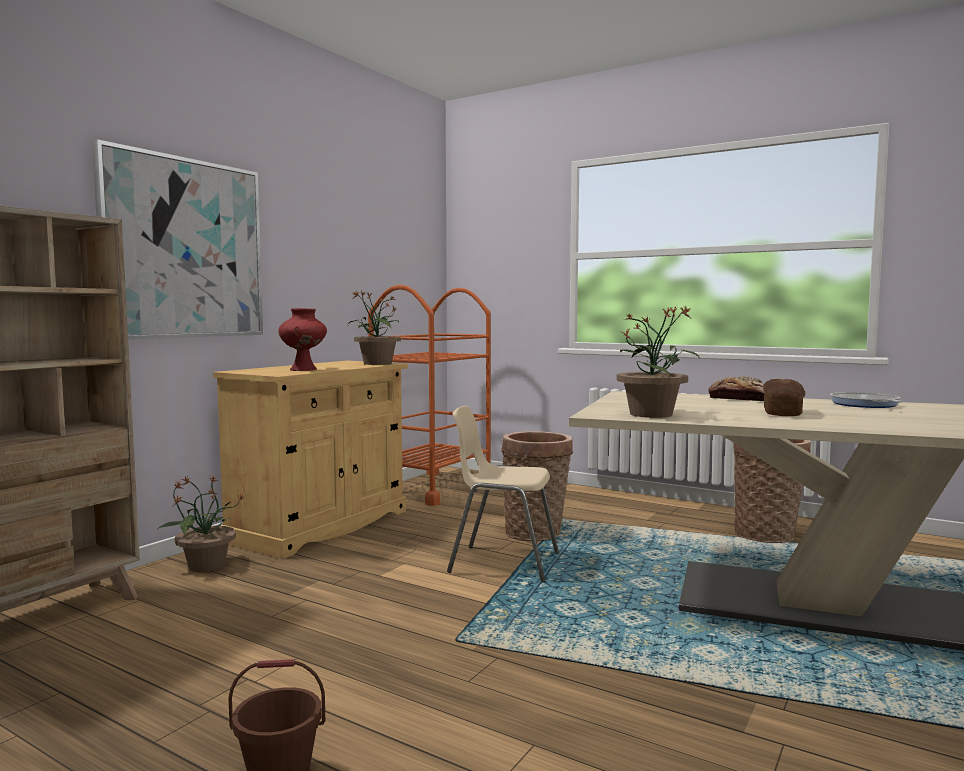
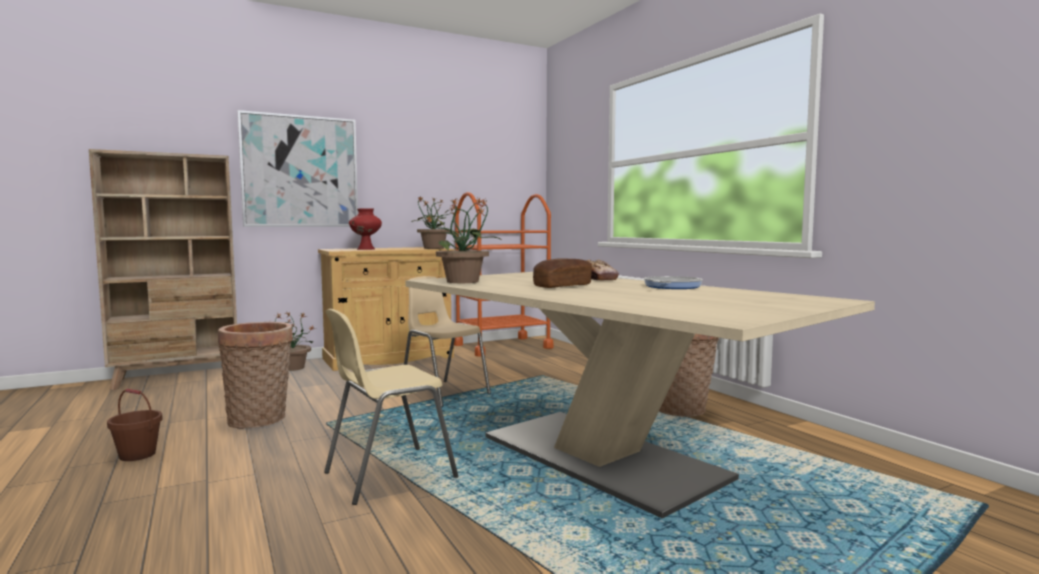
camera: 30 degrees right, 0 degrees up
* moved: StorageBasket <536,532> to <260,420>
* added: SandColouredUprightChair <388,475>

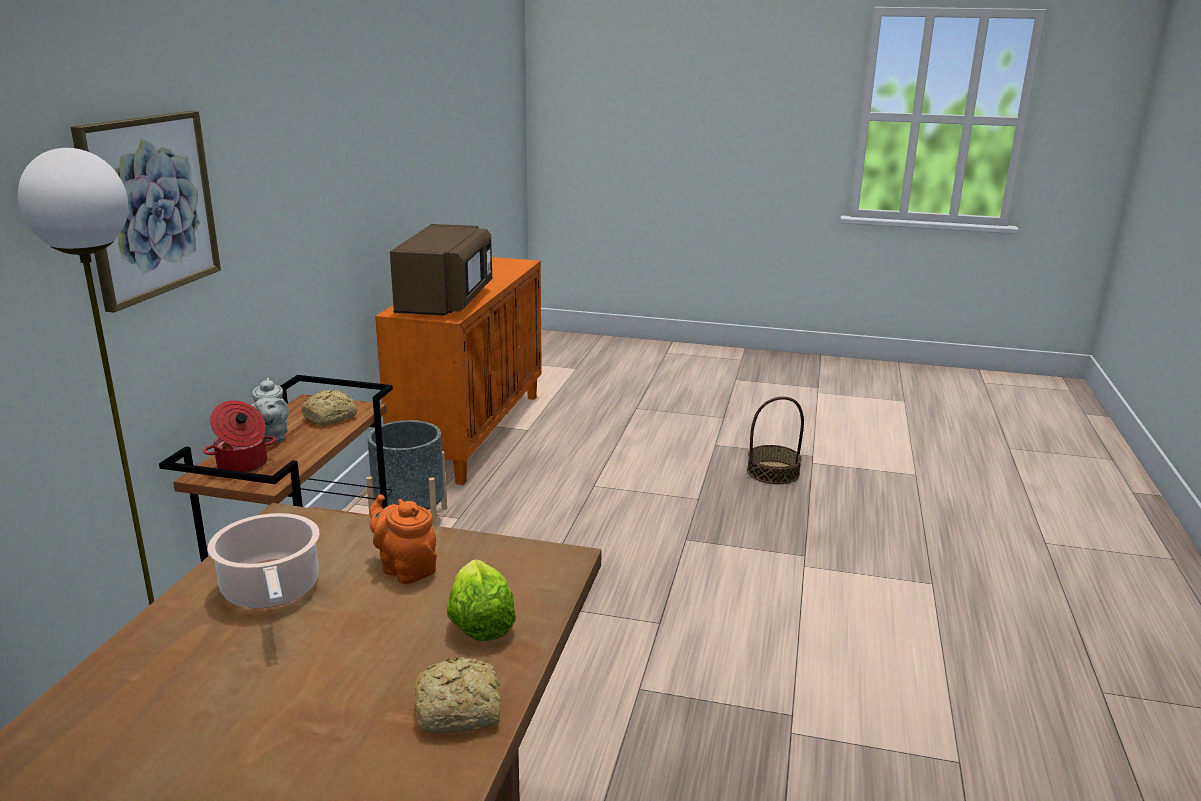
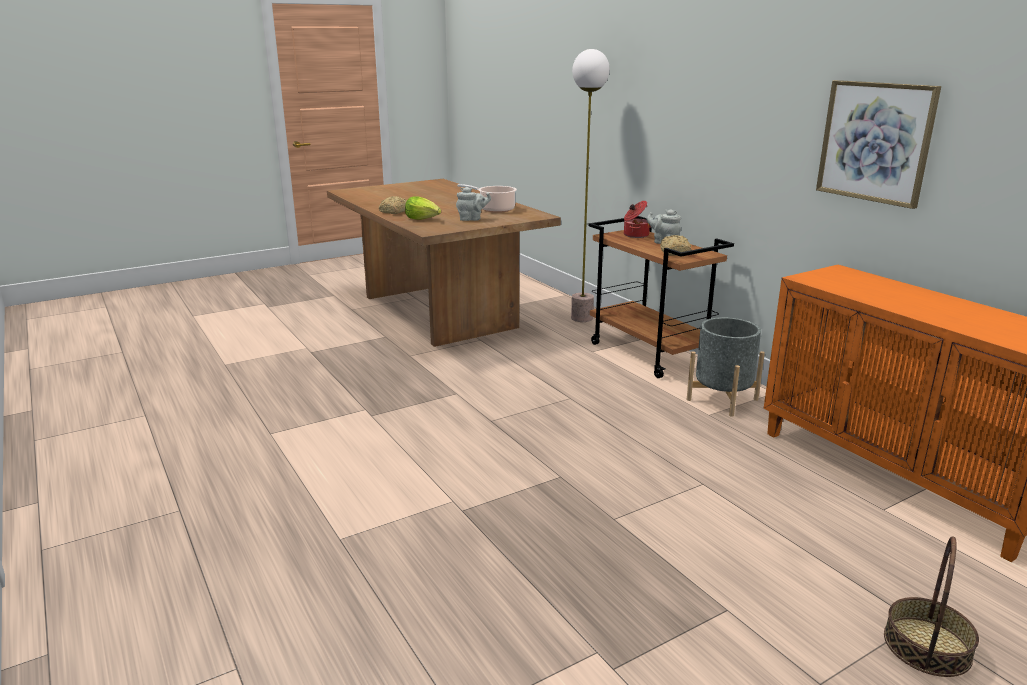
camera: 135 degrees right, 0 degrees up
* moved: Picture <149,206> to <875,142>
* recoloured: OrangeyTeapot <405,569> to GreyTeapot <472,219>
* removed: BrownColouredMicrowave <446,301>
* moved: StorageBasket <773,472> to <927,646>

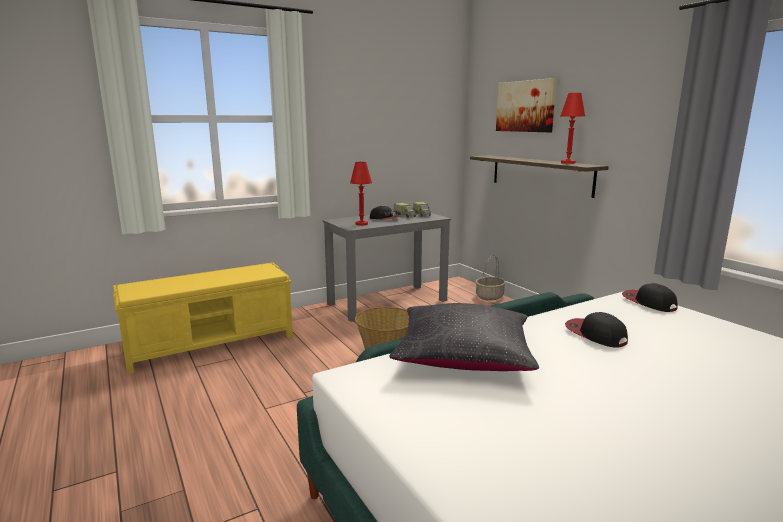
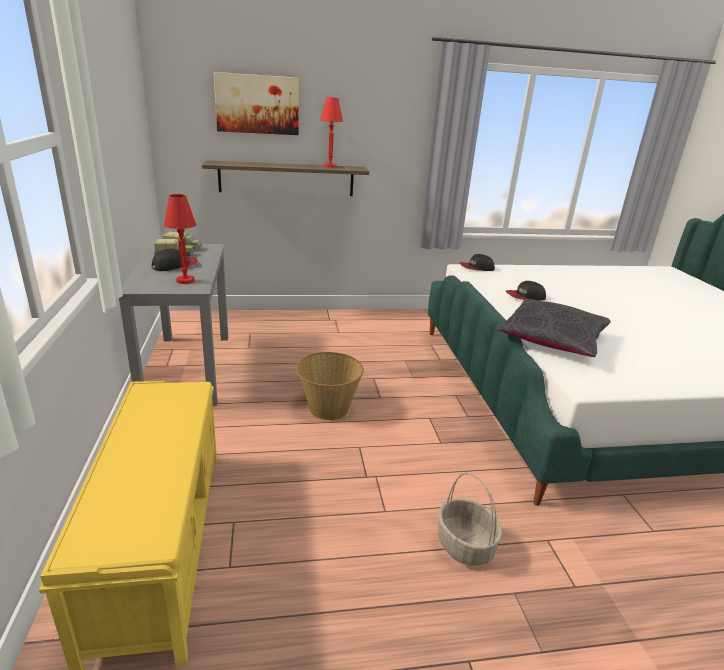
camera: 70 degrees left, 10 degrees up
* moved: StorageBasket <489,296> to <464,545>

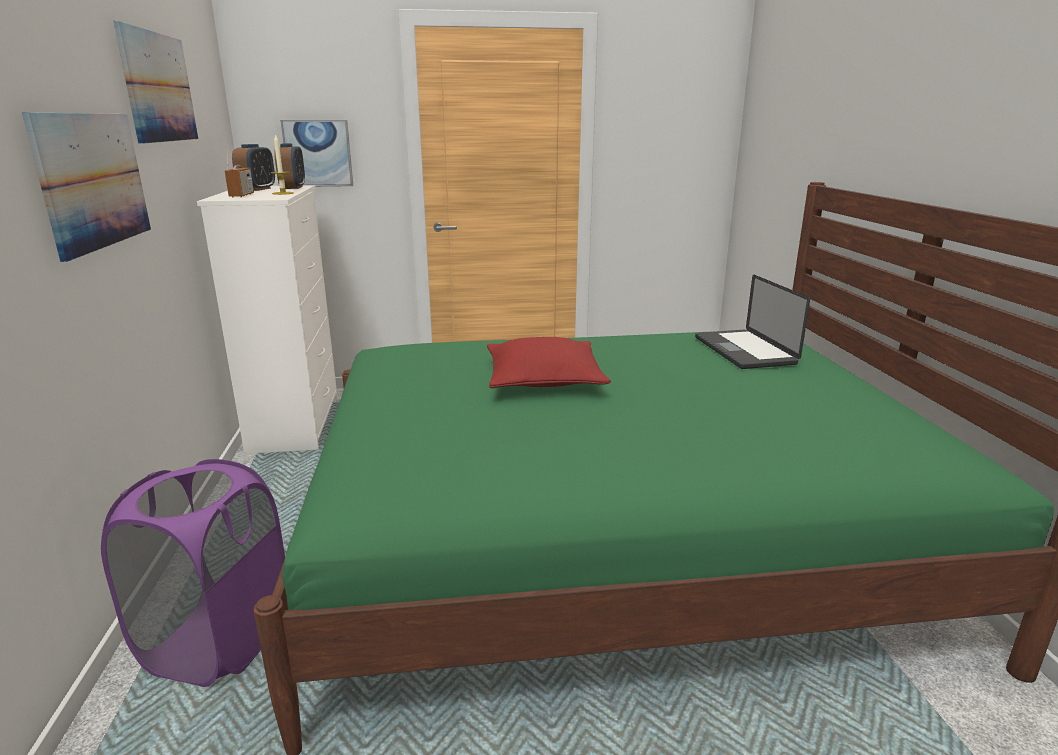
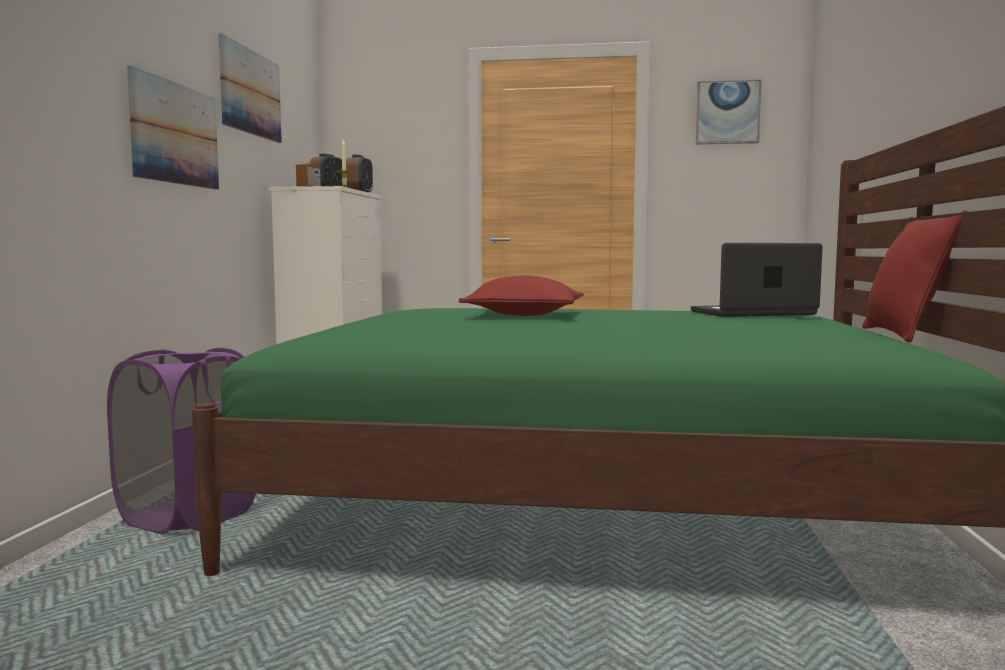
camera: 15 degrees right, 15 degrees down
* moved: Picture <318,153> to <727,112>
* turned: PortableComputer <744,351> = <753,313> 75 degrees clockwise
* added: RedThrowPillow <903,335>

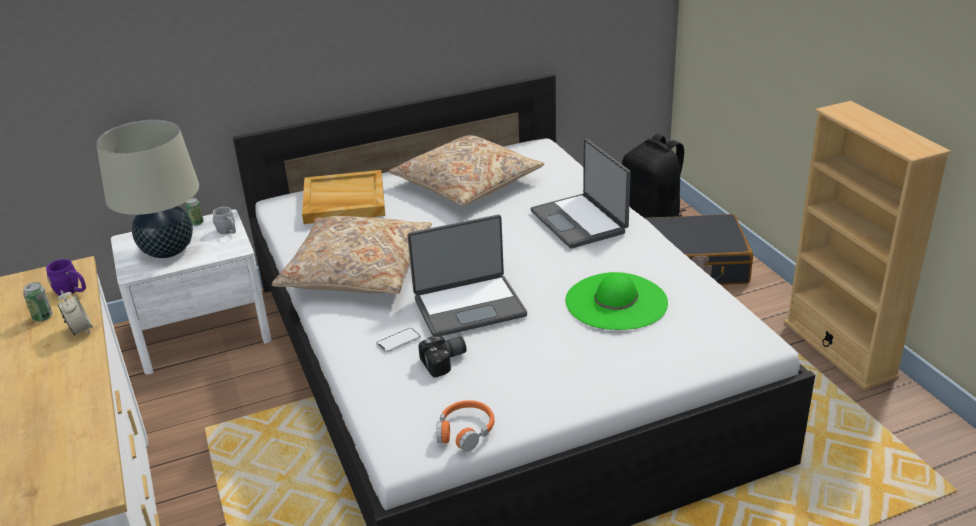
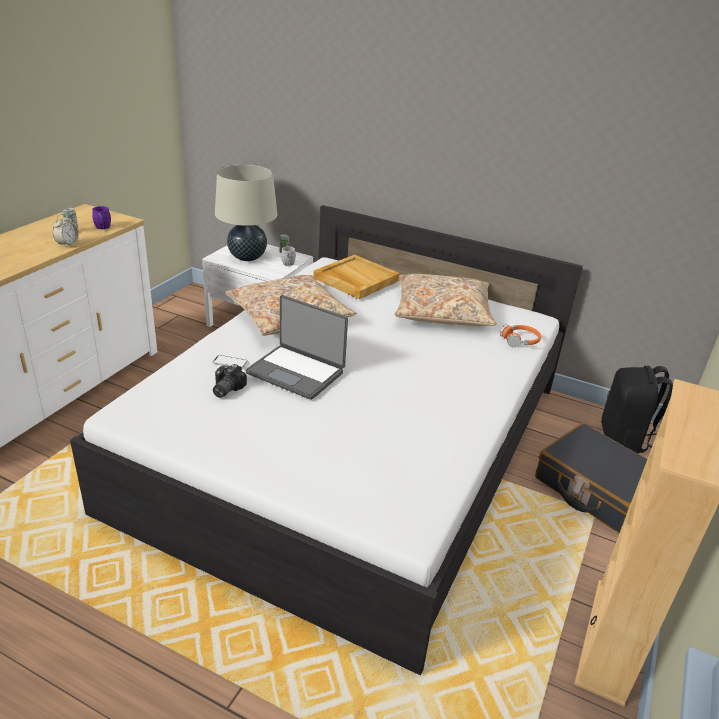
camera: 45 degrees right, 0 degrees up
* turned: PhotoCamera <445,362> = <225,389> 90 degrees clockwise
* moved: OrangeyHeadphones <465,431> to <520,340>
* removed: PortableComputer <580,222>
* removed: GreenishWearableHat <616,301>

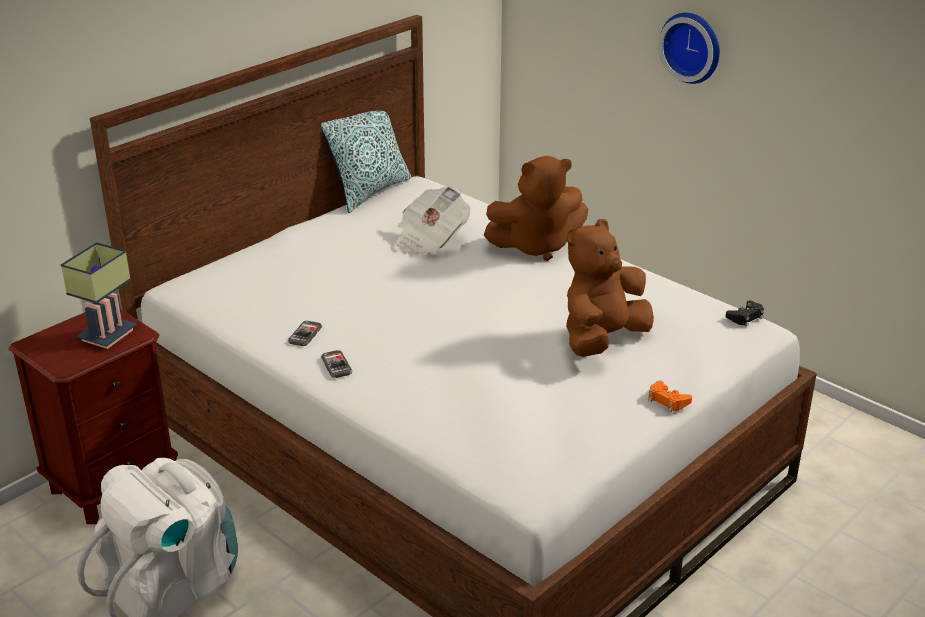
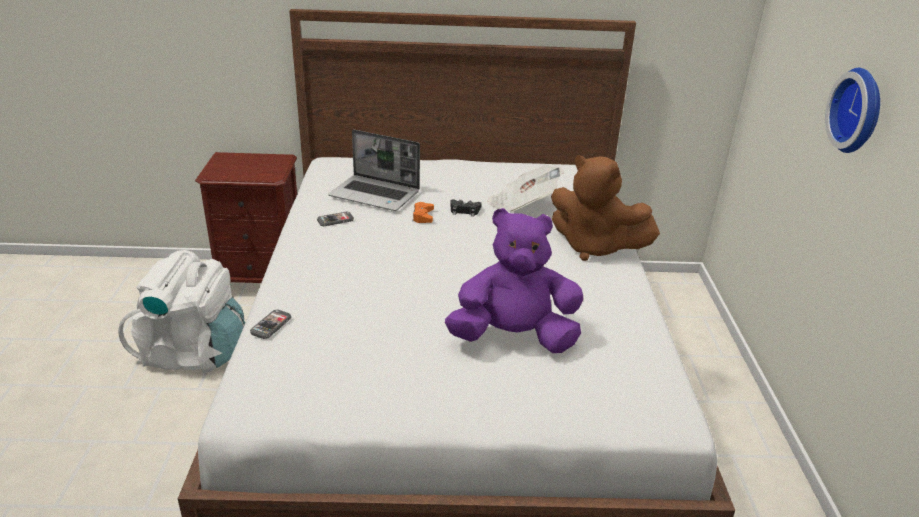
camera: 45 degrees right, 0 degrees up
* removed: TableLamp <108,337>
* removed: ThrowPillow <369,191>
* moved: Handset <336,365> to <271,325>
* recoloured: BrownColouredCuddlyToy <602,339> to PurpleCuddlyToy <514,338>
* moved: OrangeyJoypad <667,400> to <423,216>
* moved: BlackishJoypad <745,317> to <464,211>
* added: PortableComputer <376,194>

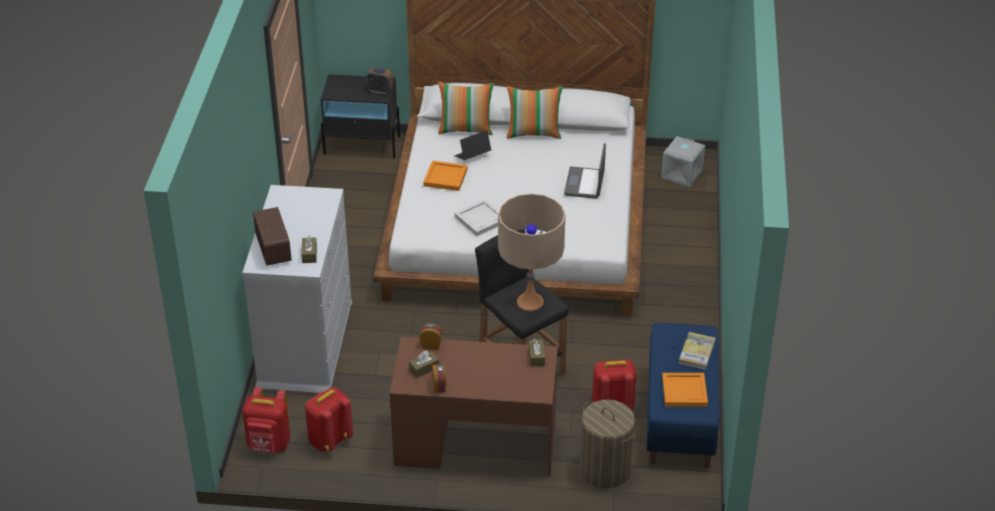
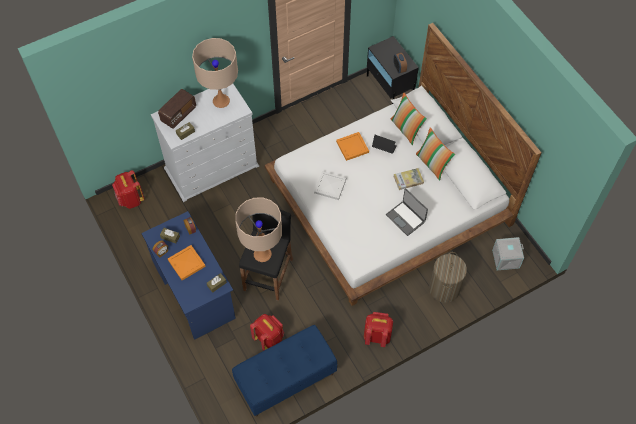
camera: 55 degrees right, 20 degrees up
* moved: RedKnapsack <329,440> to <376,336>
* recoloured: BrownColouredDeskUnit <475,444> to BluishDeskUnit <193,290>
* turned: PortableComputer <585,184> = <406,218> 105 degrees counterclockwise
* moved: LaundryBasket <605,470> to <444,288>
* moved: OrangeyCarryingTray <685,392> to <186,264>
* moved: Volume <697,352> to <408,180>
* added: SandColouredTableLamp <221,100>

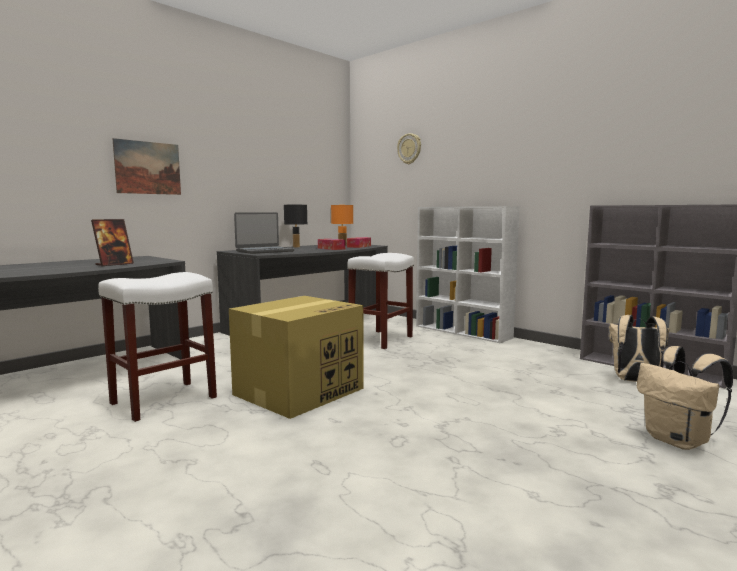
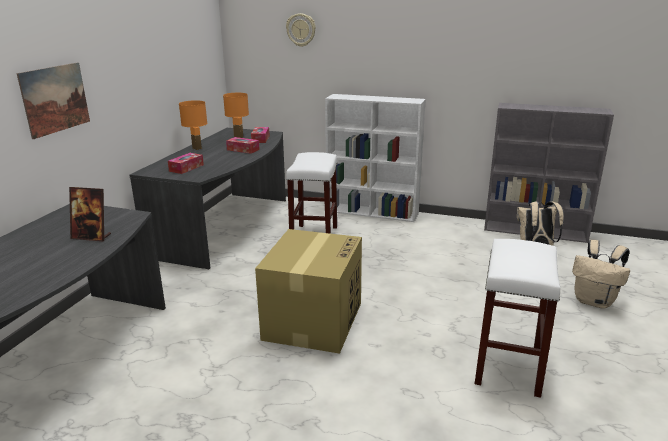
camera: 25 degrees left, 15 degrees up
* turned: PhotoFrame <114,264> = <91,237> 90 degrees clockwise
* moved: WhitishStool <163,401> to <509,366>
* replaced: PortableComputer <264,251> to TissueBox <186,168>
* recoloured: BlackishTableLamp <296,247> to OrangeyTableLamp <197,148>

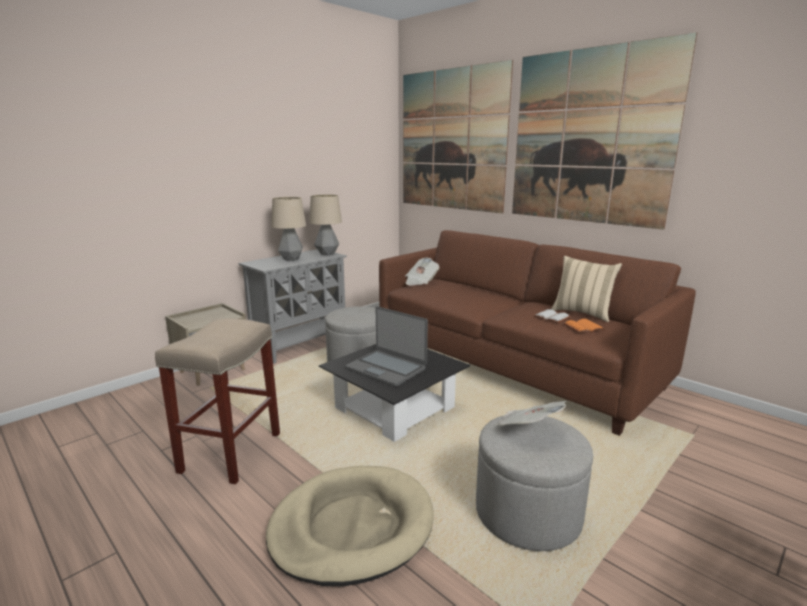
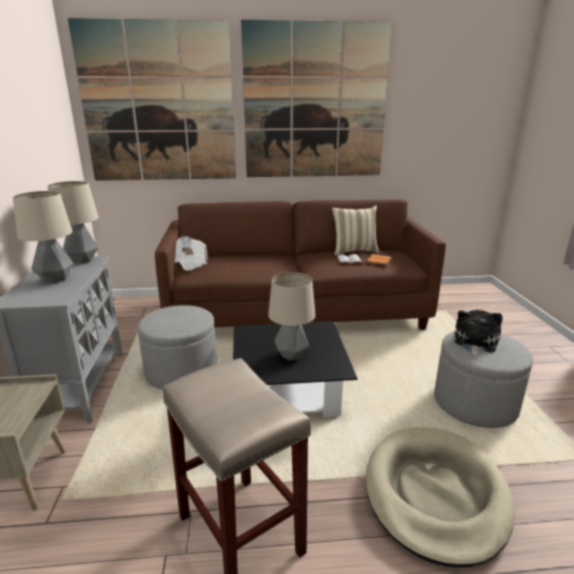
camera: 50 degrees left, 5 degrees up
* replaced: PortableComputer <386,368> to TableLamp <291,355>
* replaced: Newspaper <528,429> to CuddlyToy <474,342>

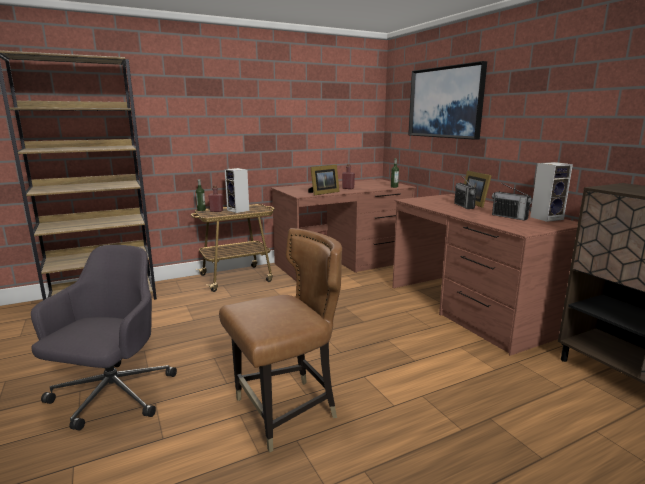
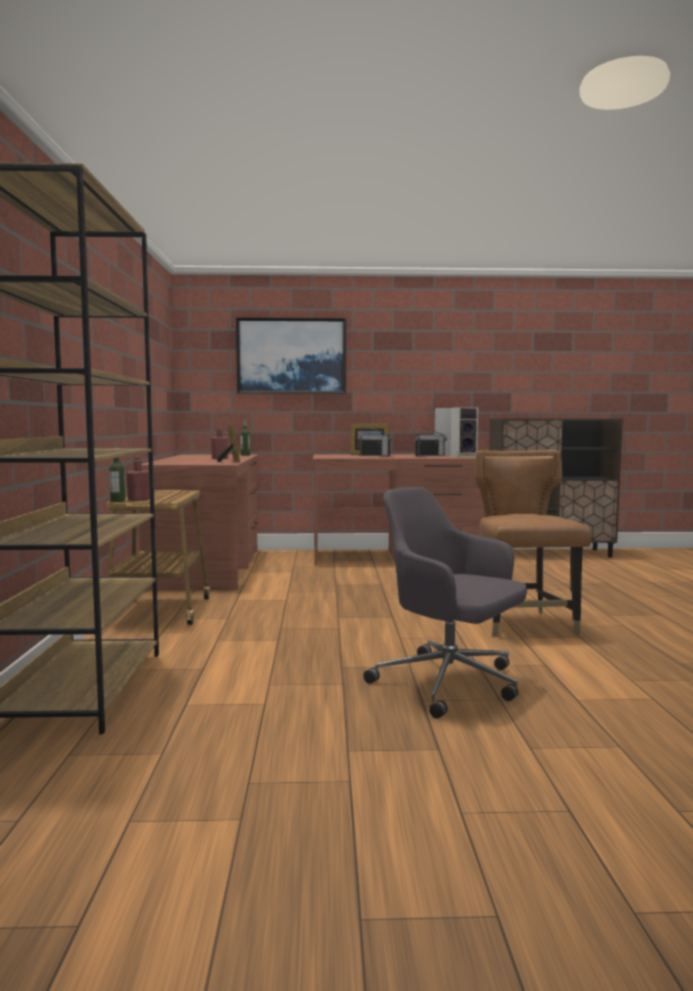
camera: 65 degrees left, 10 degrees down
* moved: AudioSpeaker <239,210> to <464,456>

